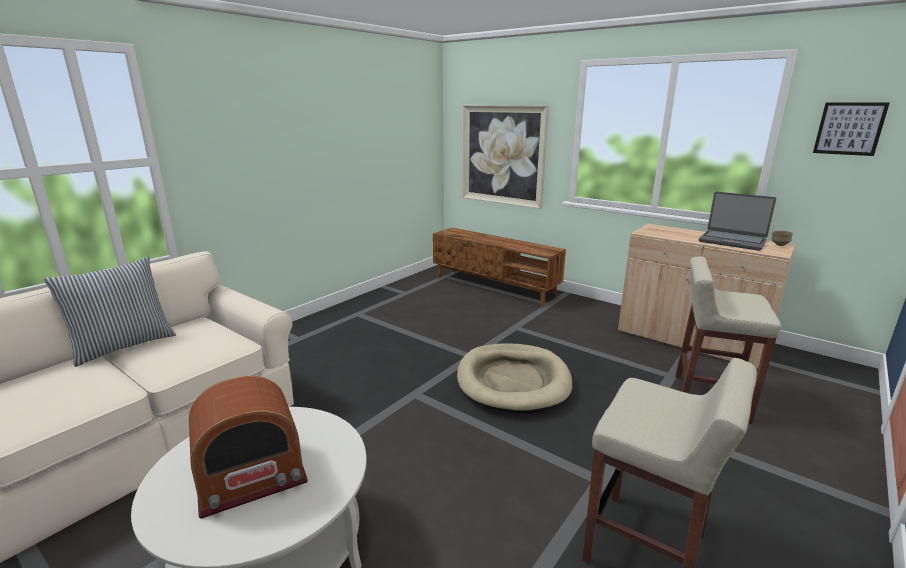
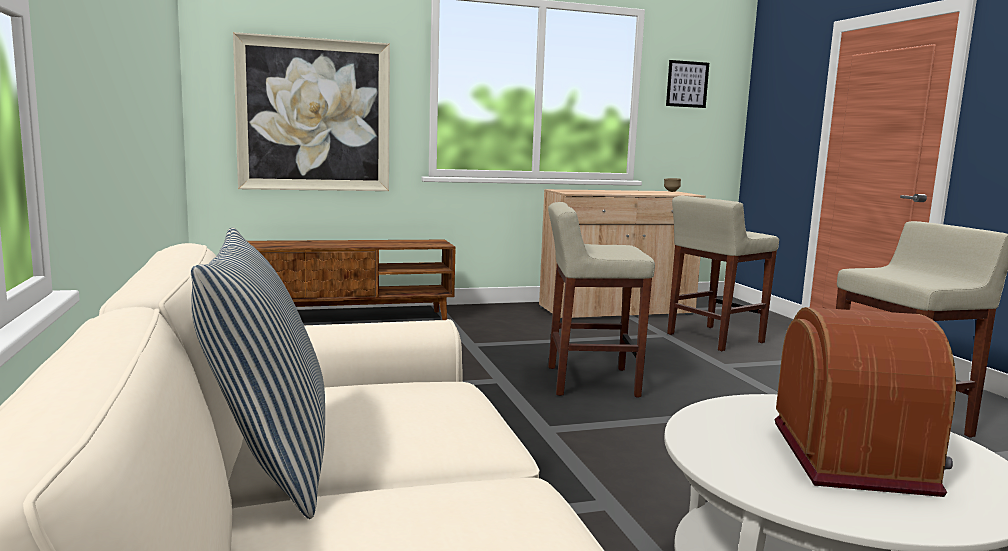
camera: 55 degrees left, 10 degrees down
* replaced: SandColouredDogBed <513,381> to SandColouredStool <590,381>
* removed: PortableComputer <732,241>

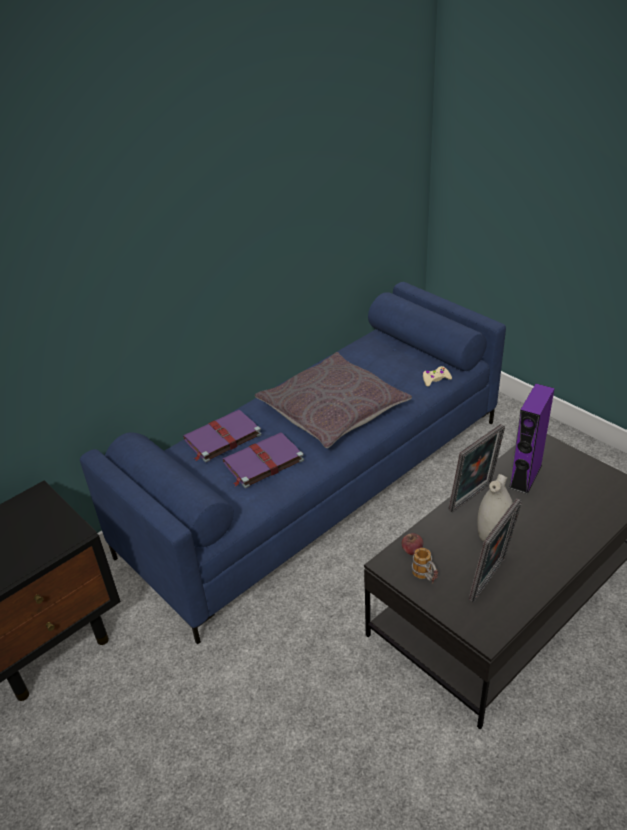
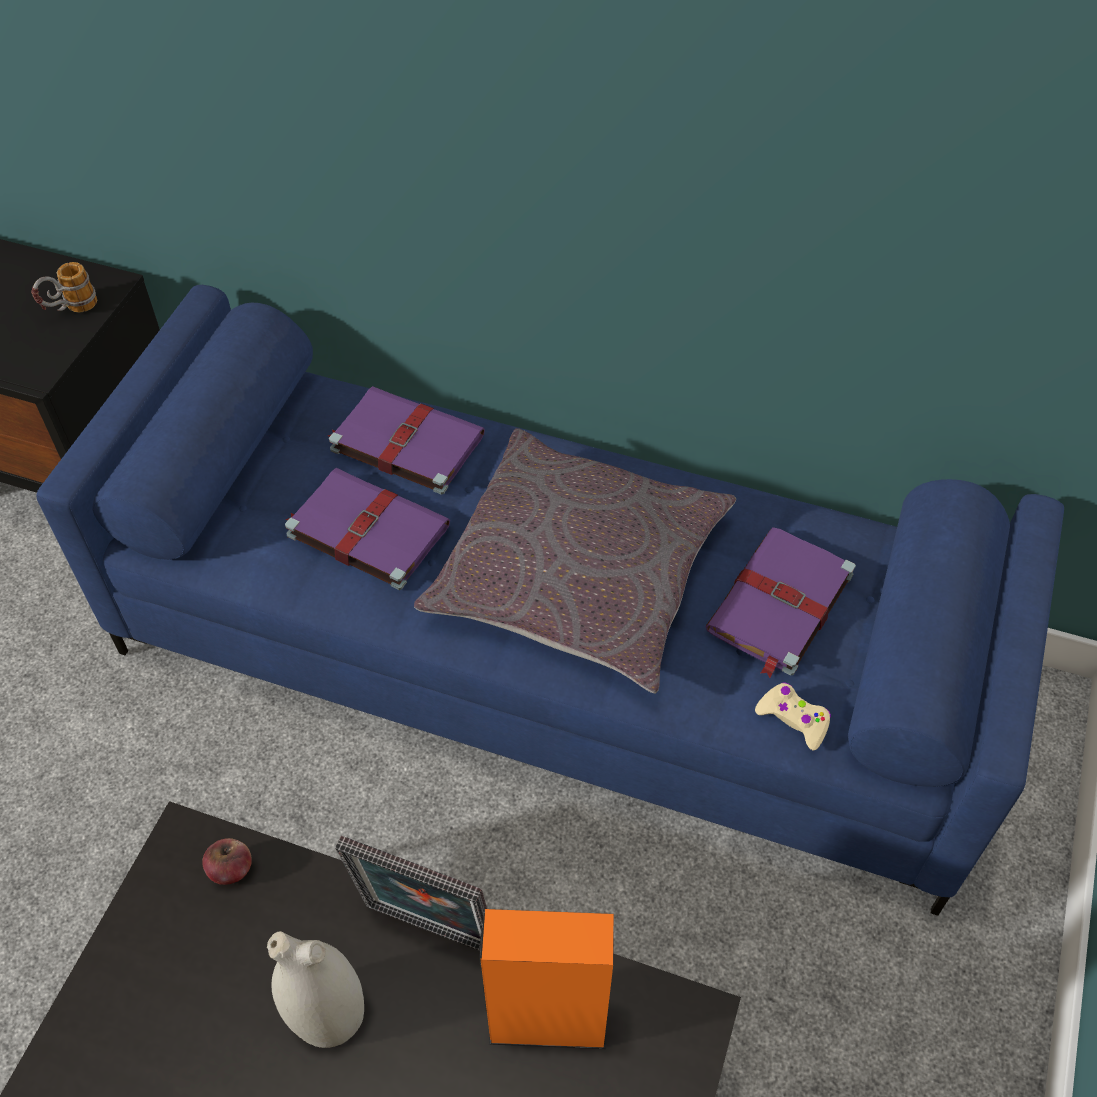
camera: 60 degrees right, 15 degrees up
* moved: Mug <426,578> to <70,310>
* removed: PhotoFrame <491,581>
* recoloured: PurpleAudioSpeaker <525,476> to OrangeyAudioSpeaker <548,1022>
* added: PurpleVolume <779,605>

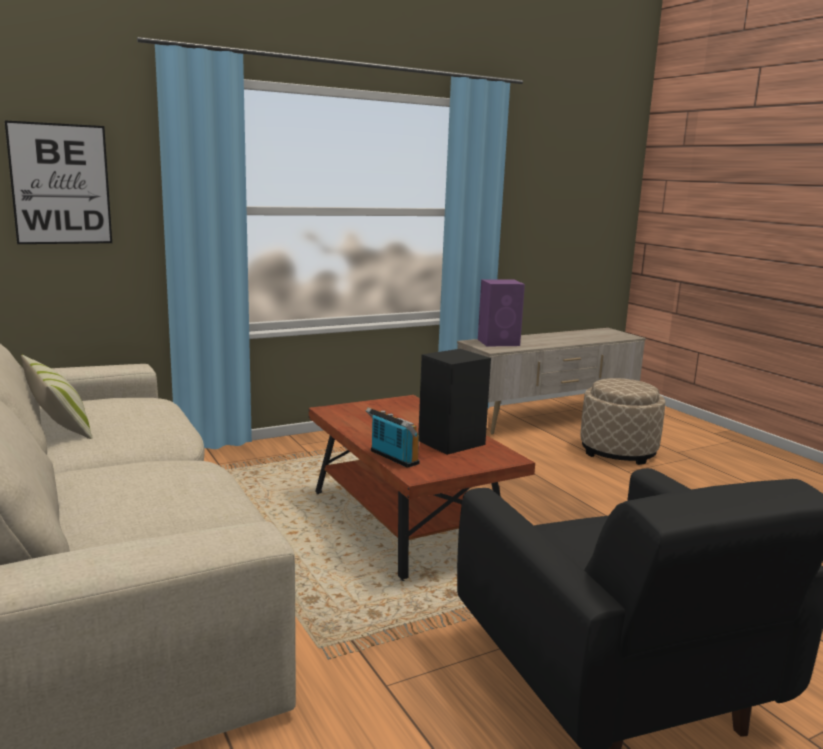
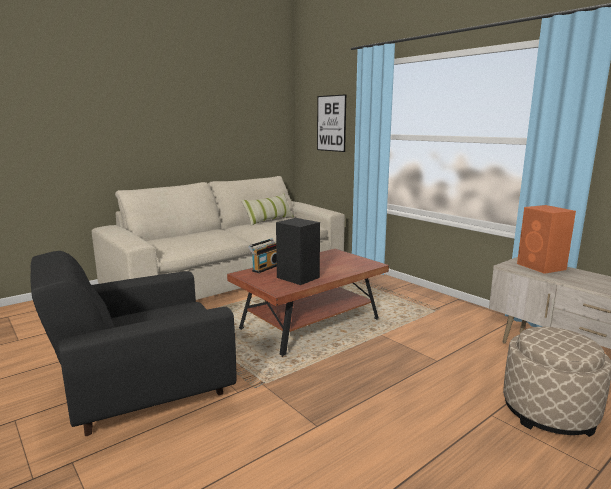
camera: 80 degrees right, 0 degrees up
* recoloured: PurpleAudioSpeaker <499,342> to OrangeyAudioSpeaker <542,267>

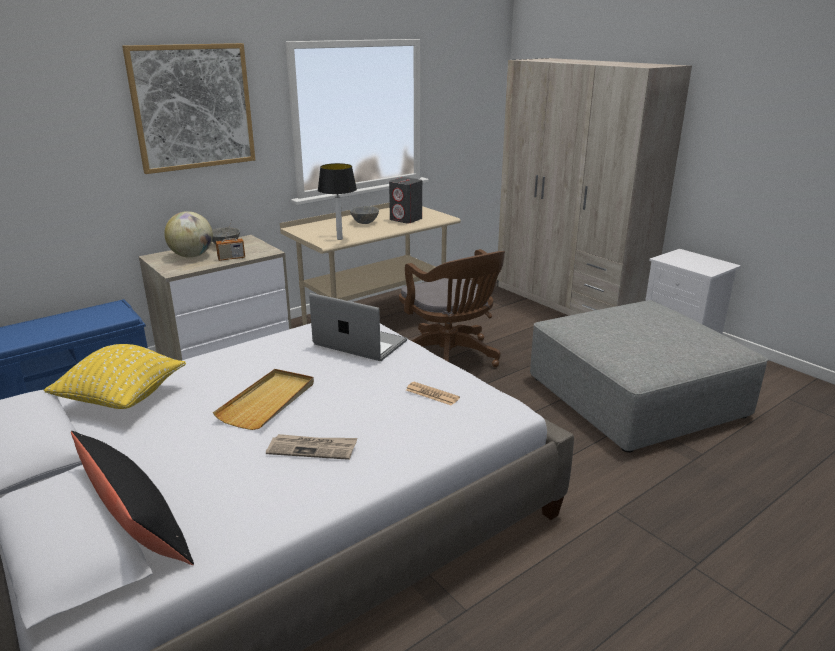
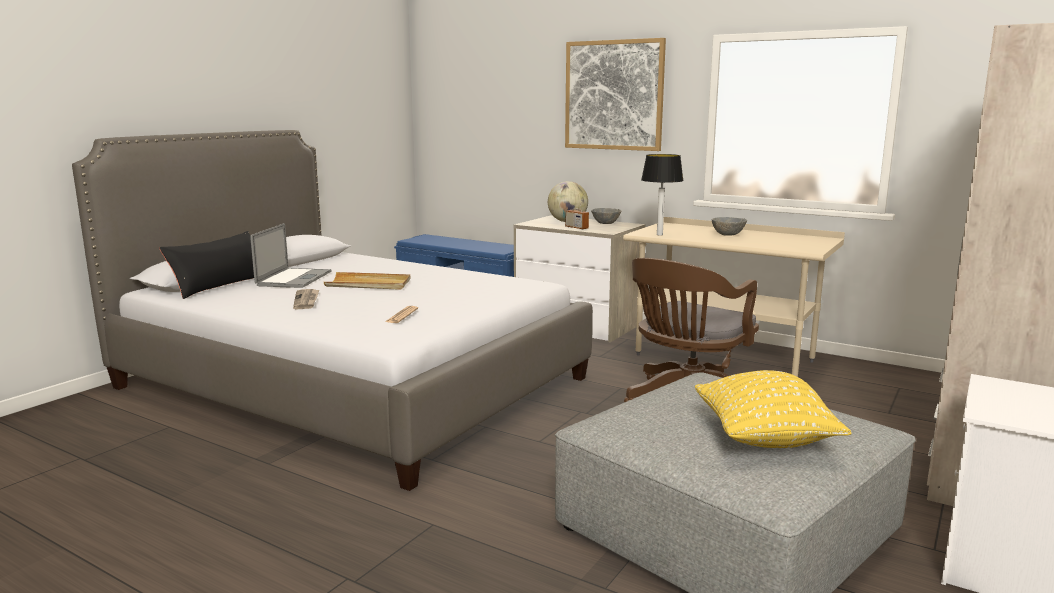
camera: 70 degrees right, 10 degrees down
* moved: YellowColouredThrowPillow <122,399> to <764,439>
* moved: PortableComputer <360,343> to <294,278>
* removed: GreyAudioSpeaker <406,219>

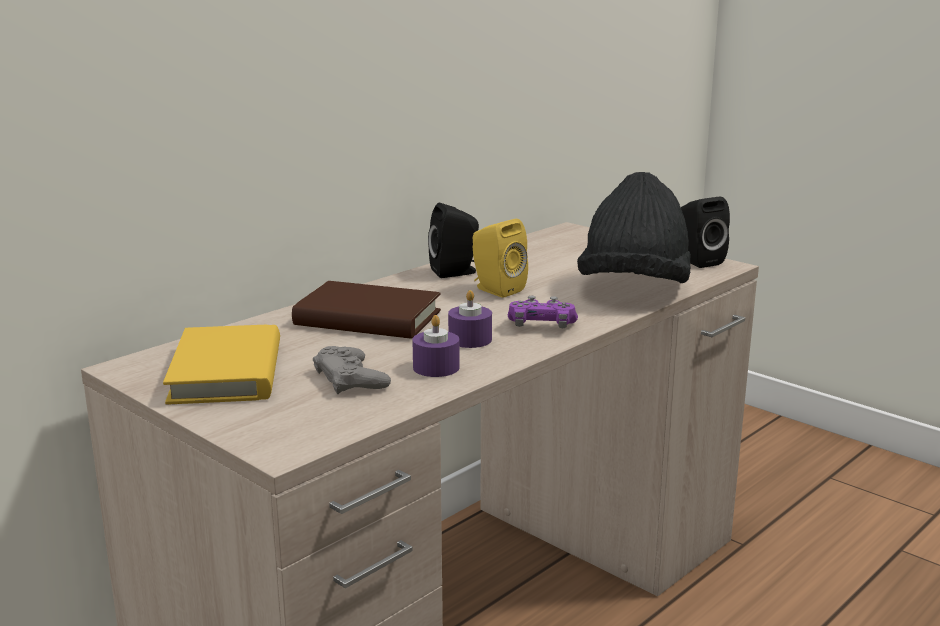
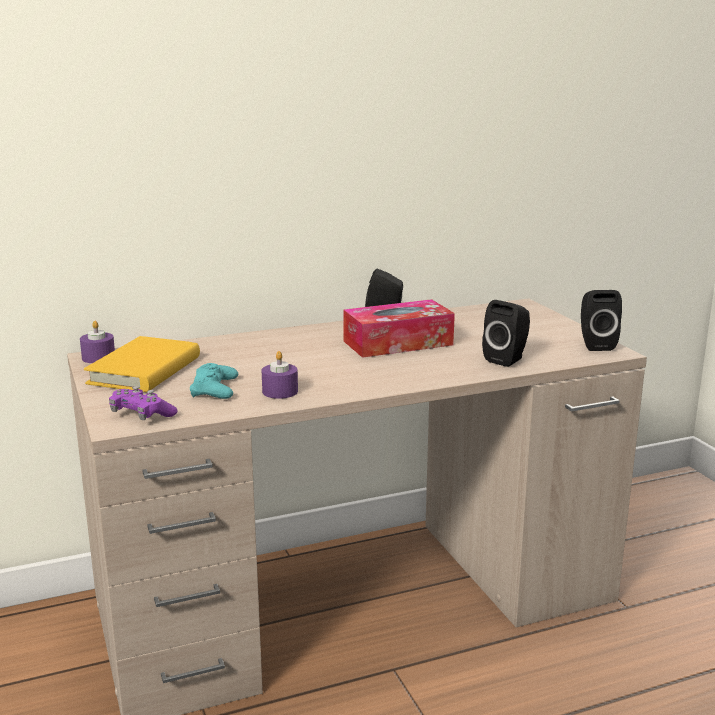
camera: 25 degrees right, 0 degrees up
* removed: BrownColouredVolume <367,318>
* recoloured: GreyJoypad <351,378> to TurquoiseColouredJoypad <214,388>
* moved: PurpleWaxLight <470,339> to <98,357>
* replaced: YellowColouredAudioSpeaker <496,289> to TissueBox <398,343>
* moved: PurpleJoypad <541,326> to <142,415>
* replaced: BlackishWearableHat <634,289> to BlackishAudioSpeaker <507,359>

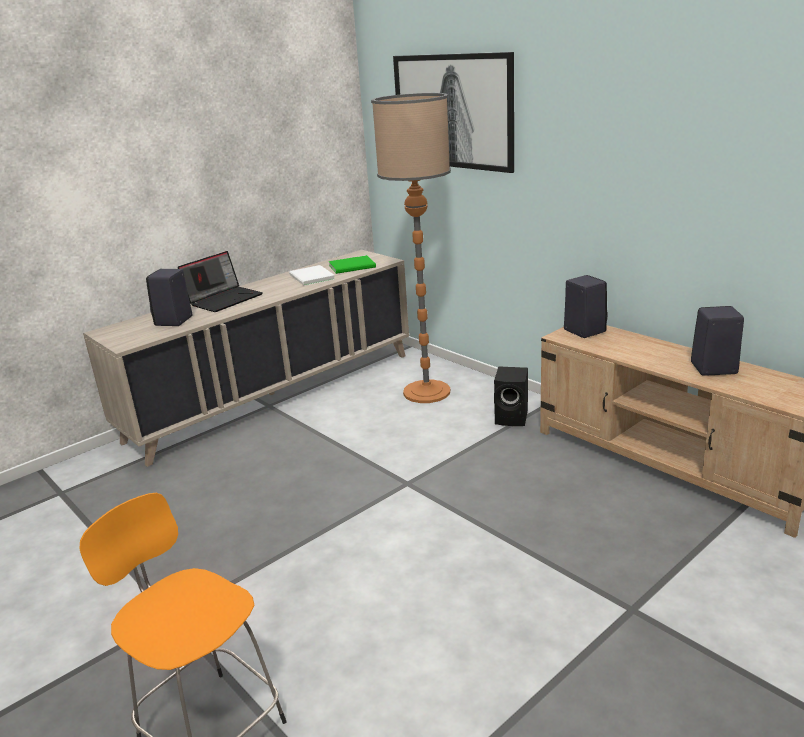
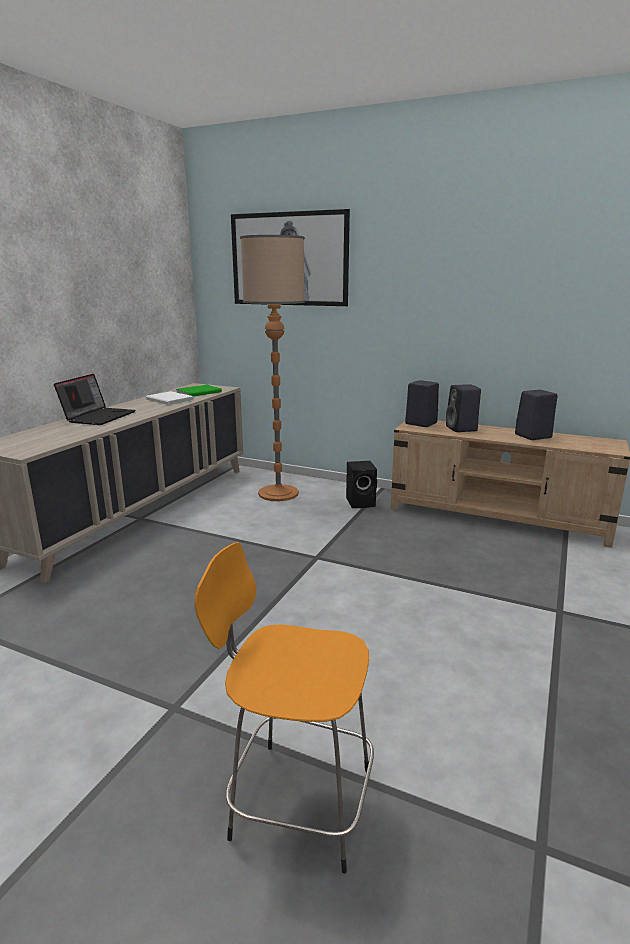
camera: 25 degrees left, 5 degrees down
* moved: BlackishAudioSpeaker <173,321> to <462,429>

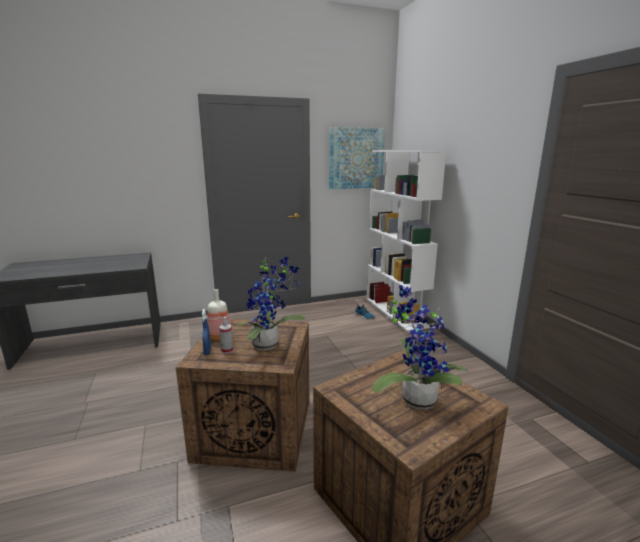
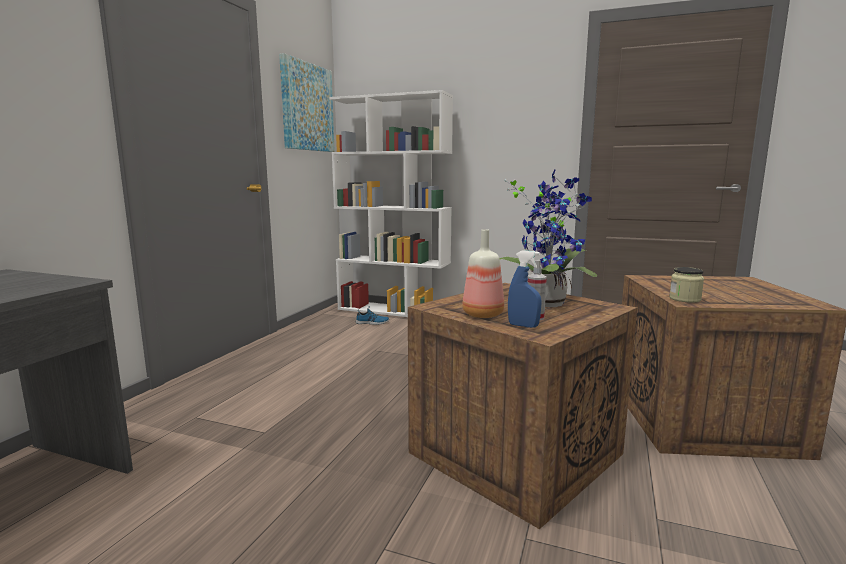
camera: 50 degrees left, 5 degrees down
* removed: PlantInAPot <415,398>
* added: StorageJar <685,299>

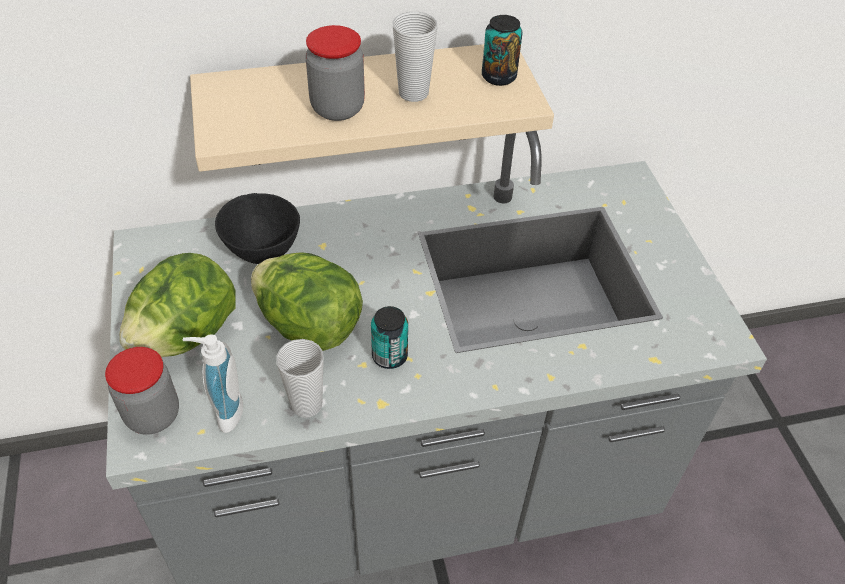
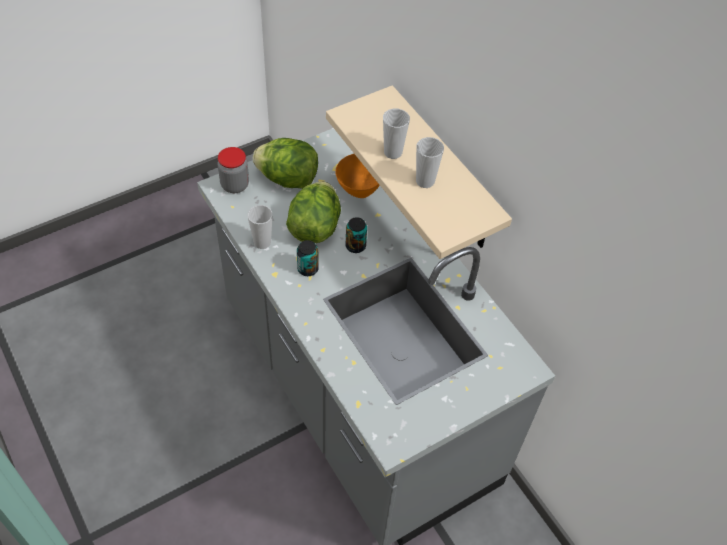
camera: 70 degrees right, 5 degrees up
* removed: LiquidSoapBottle <224,412>
* recoloured: BlackishServingBowl <262,253> to OrangeyServingBowl <358,189>
* replaced: StorageJar <337,108> to SmallCup <393,152>
* moved: Can <498,77> to <355,246>

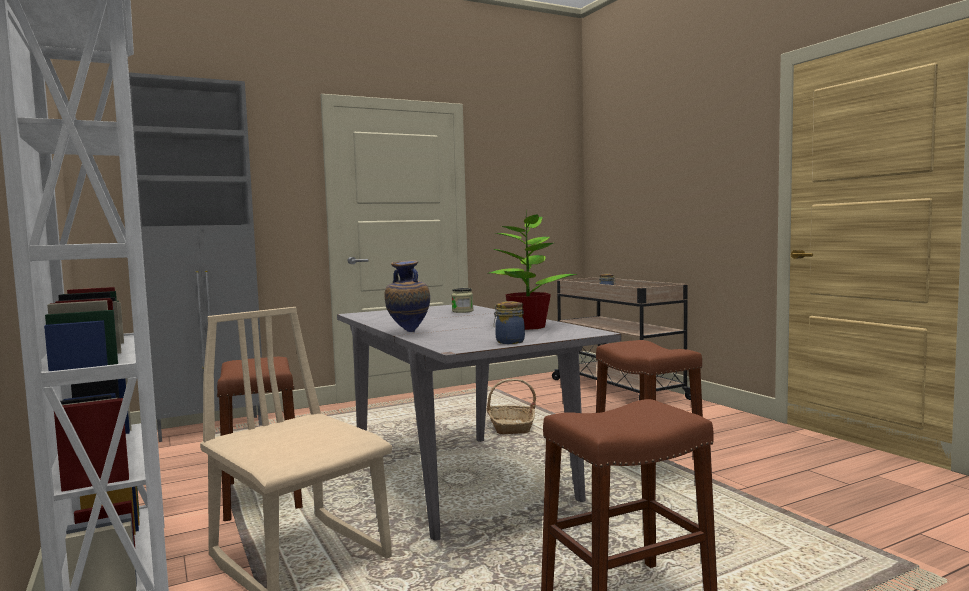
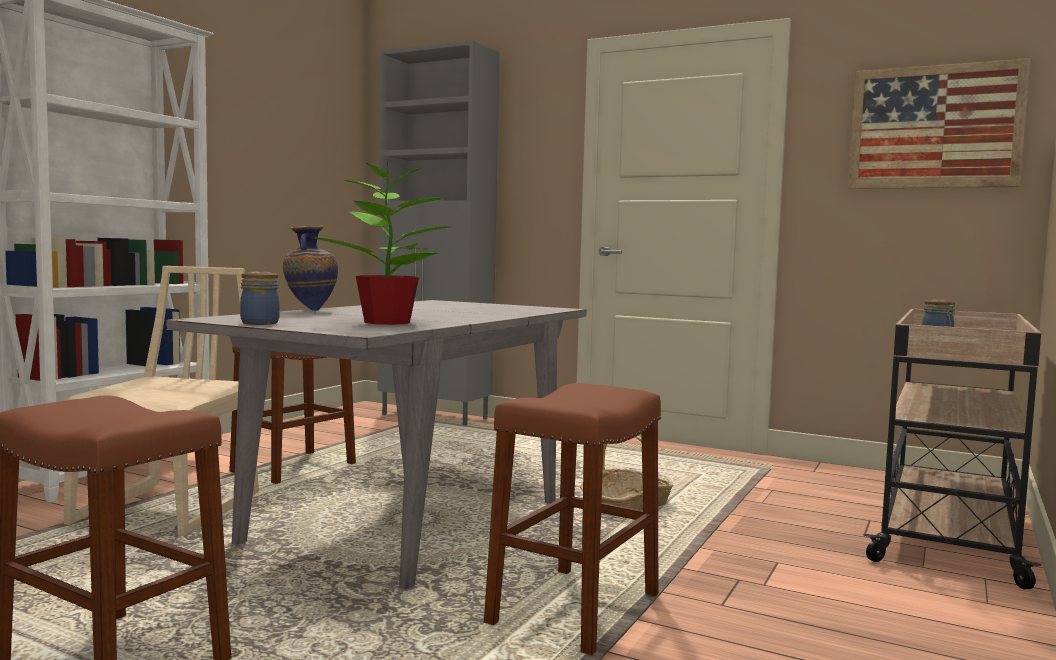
camera: 55 degrees right, 0 degrees up
* removed: StorageJar <462,311>
* added: Picture <934,127>

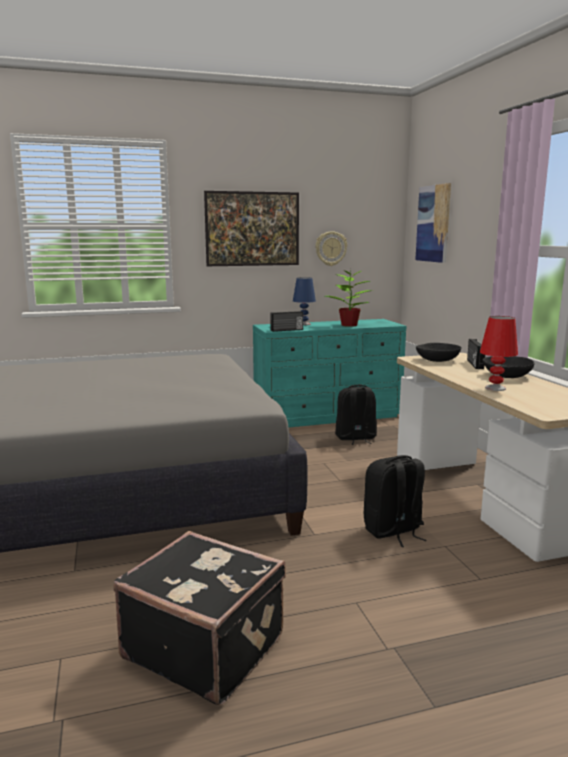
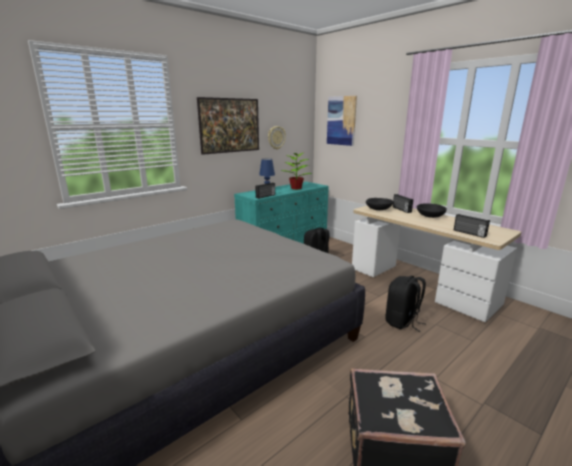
camera: 25 degrees left, 5 degrees up
* removed: RedTableLamp <495,388>
* added: Radio <469,233>

